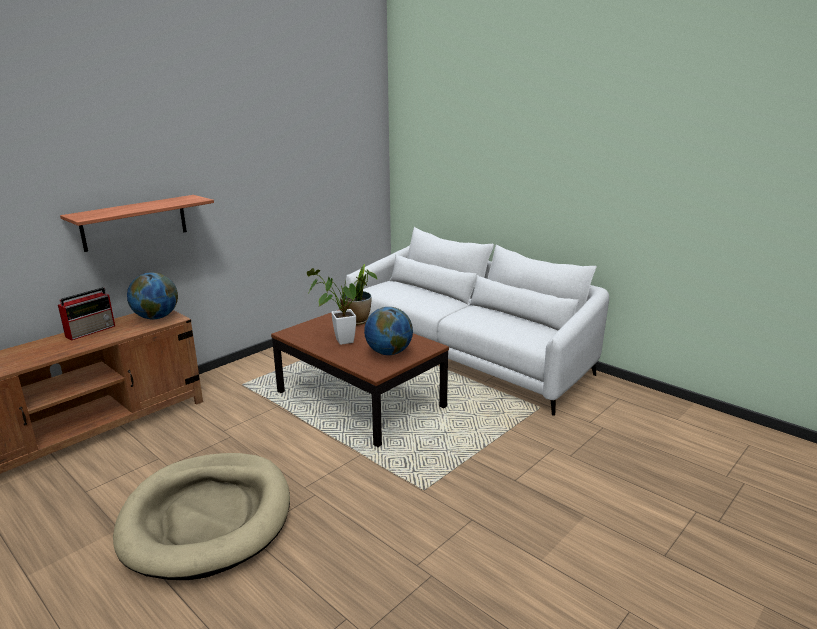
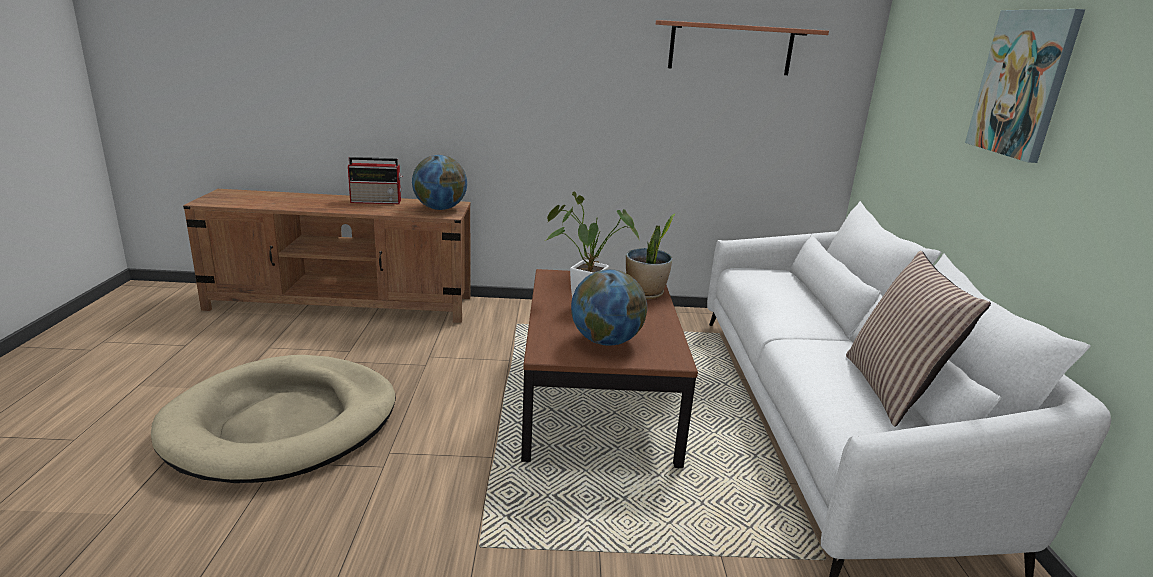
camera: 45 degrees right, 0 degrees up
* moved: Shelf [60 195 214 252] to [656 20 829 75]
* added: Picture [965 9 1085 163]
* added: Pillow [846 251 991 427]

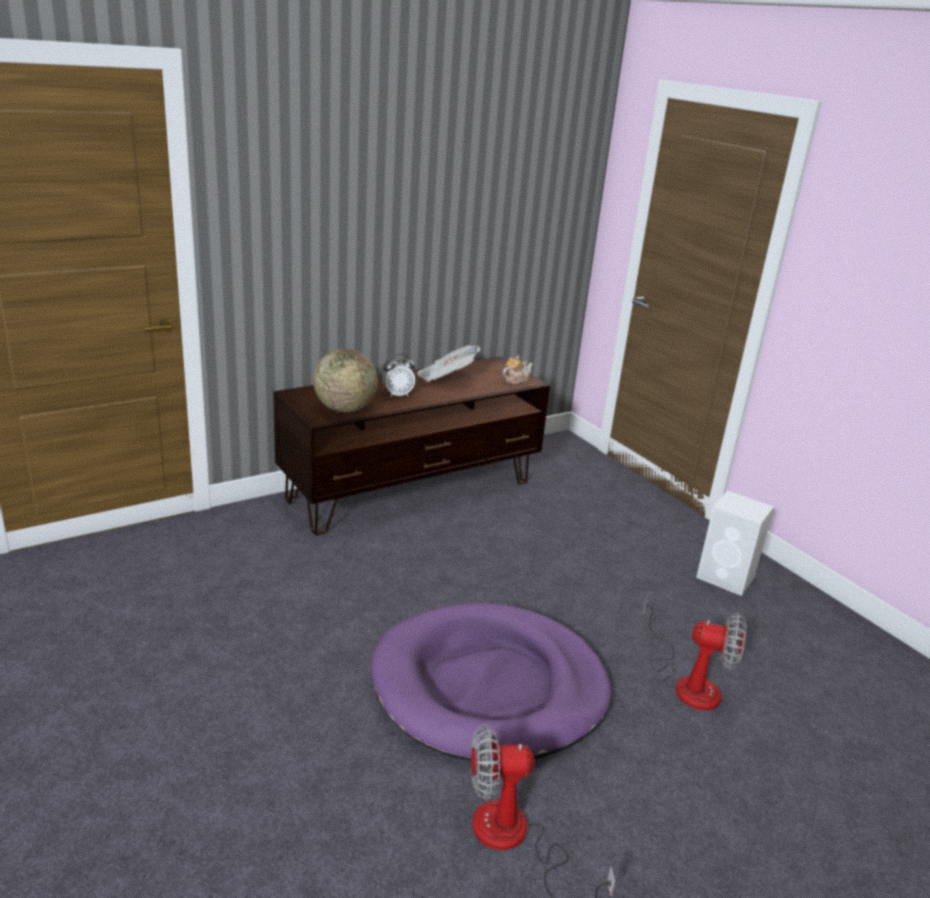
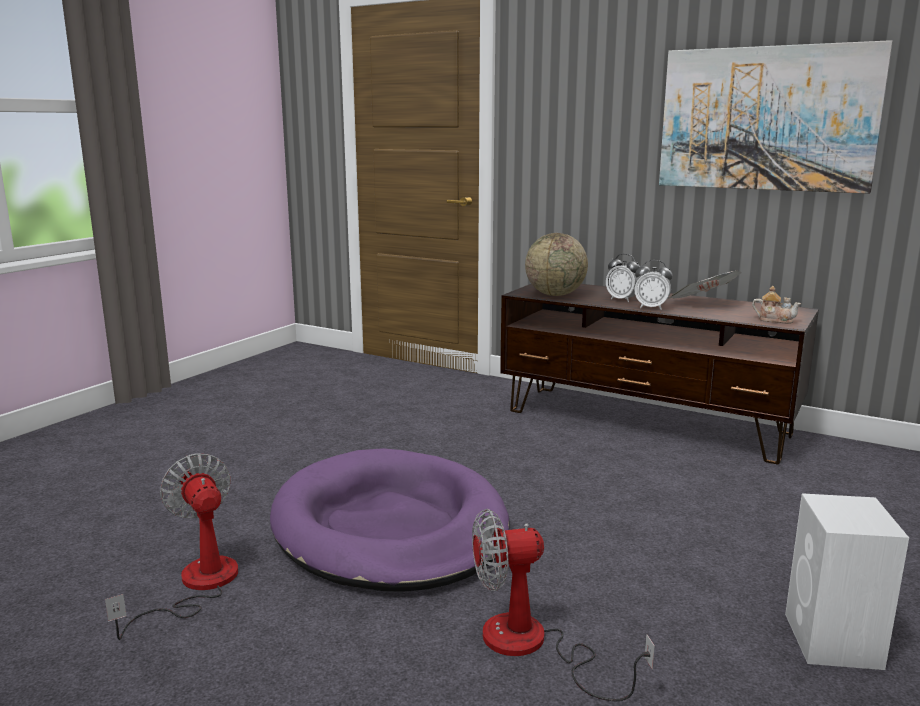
camera: 65 degrees right, 10 degrees down
* turned: Fan [643 594 746 711] = [472 509 655 701] 90 degrees clockwise
* added: Picture [659 40 893 194]
* added: AlarmClock [635 260 673 310]

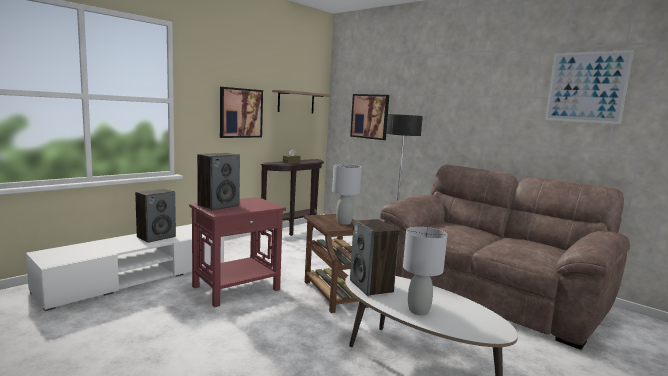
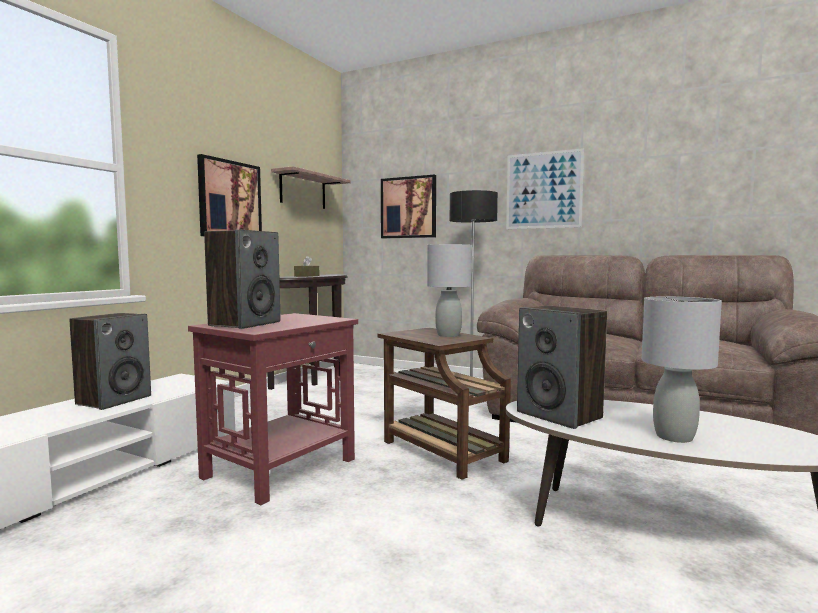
camera: 15 degrees left, 5 degrees down
* moved: Picture [545 50 634 124] to [506 148 584 229]

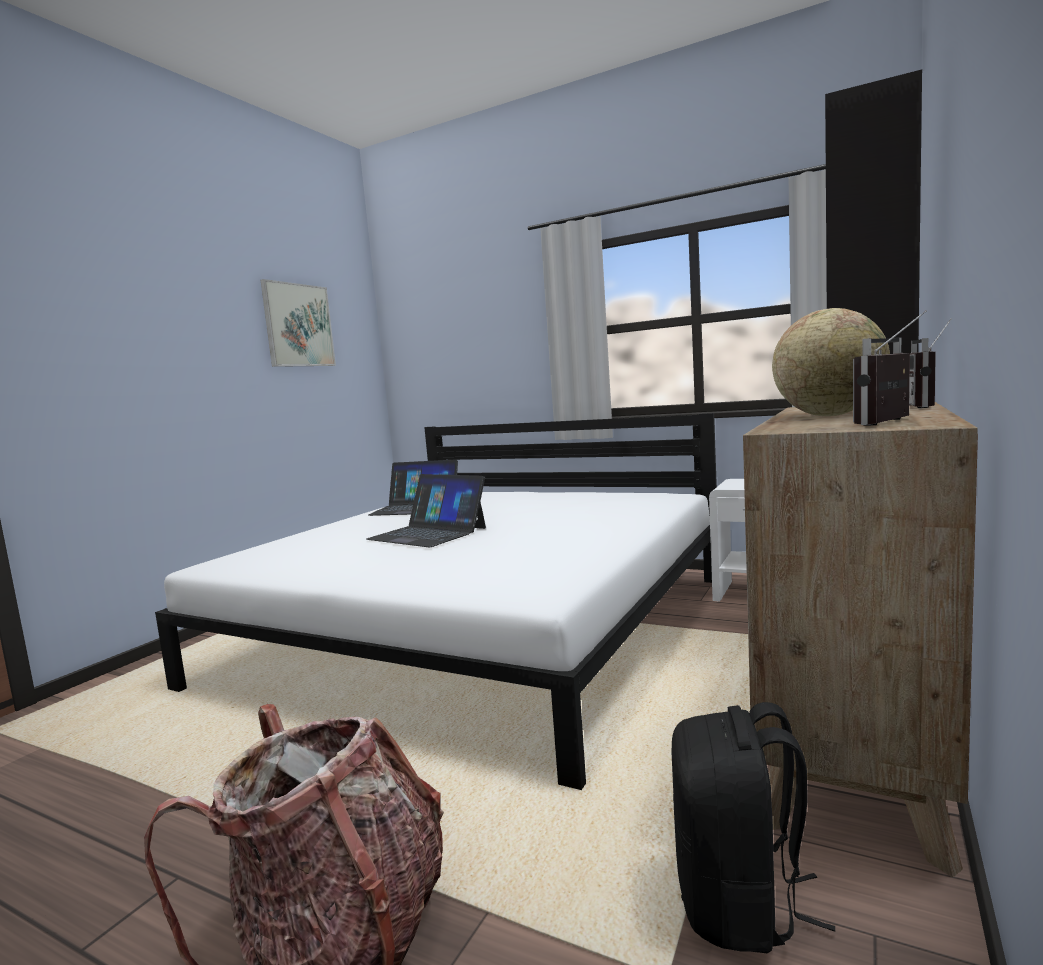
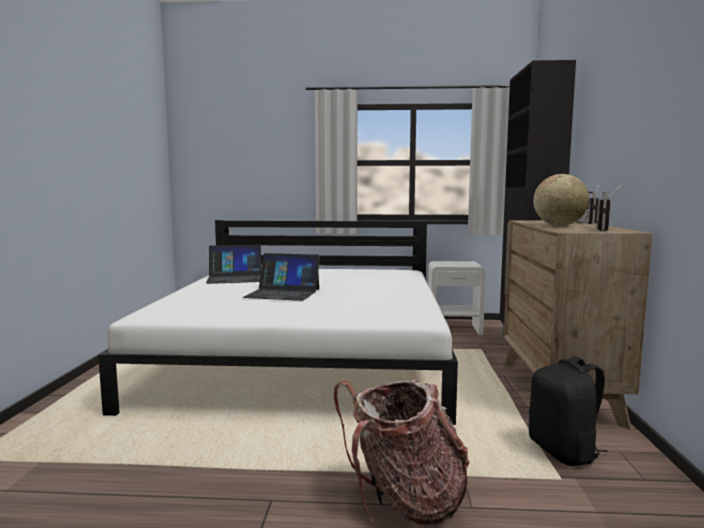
camera: 25 degrees left, 0 degrees up
* removed: Picture [261 279 336 367]

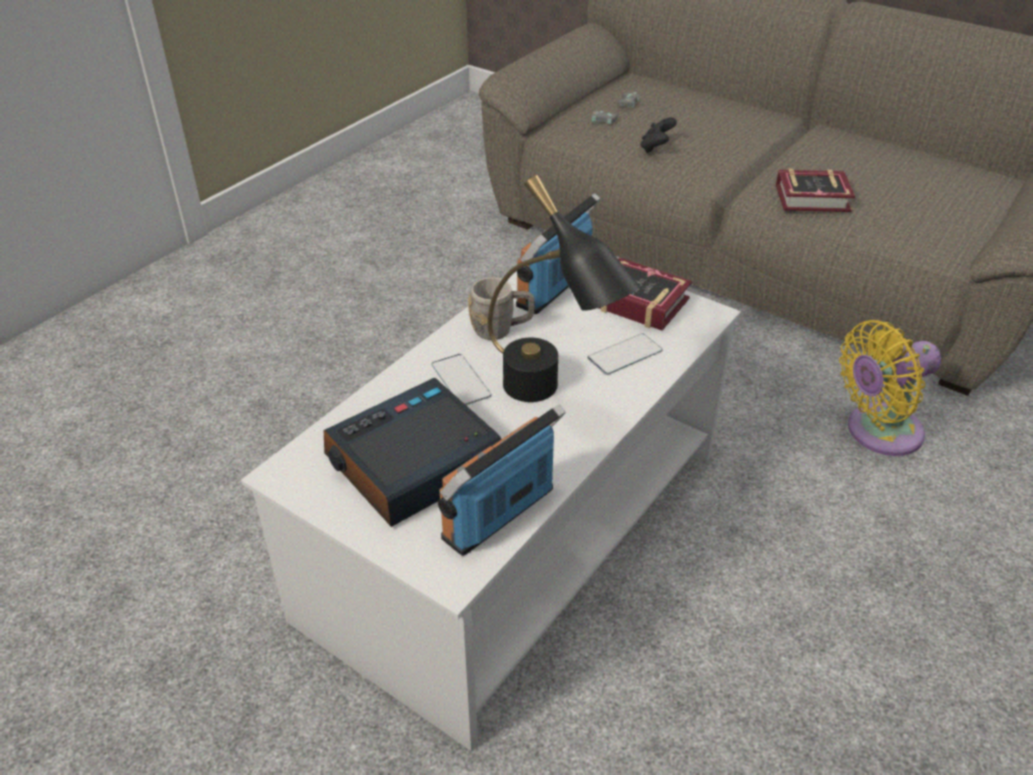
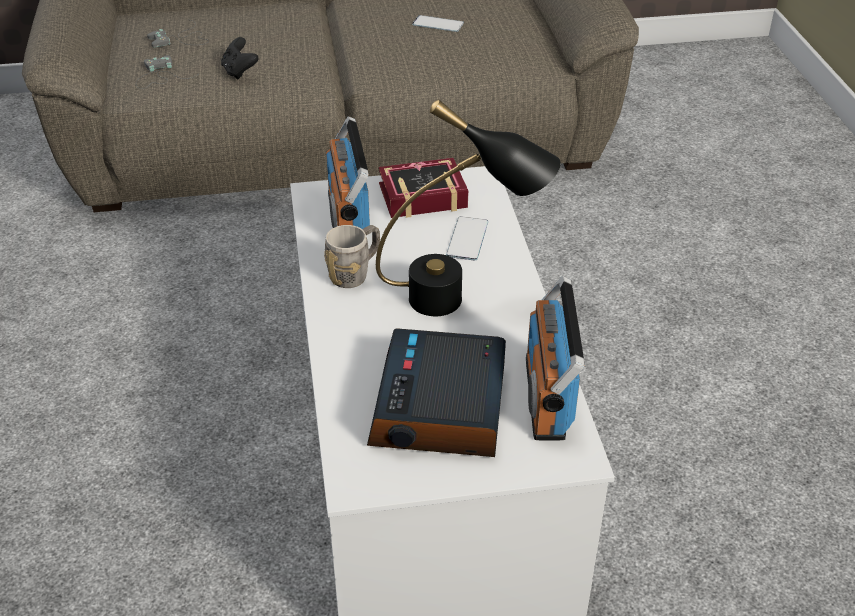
camera: 45 degrees left, 0 degrees up
* removed: Book [776 169 855 212]
* removed: YellowFan [839 320 941 456]
* moved: Phone [431 354 492 405] to [412 15 464 32]

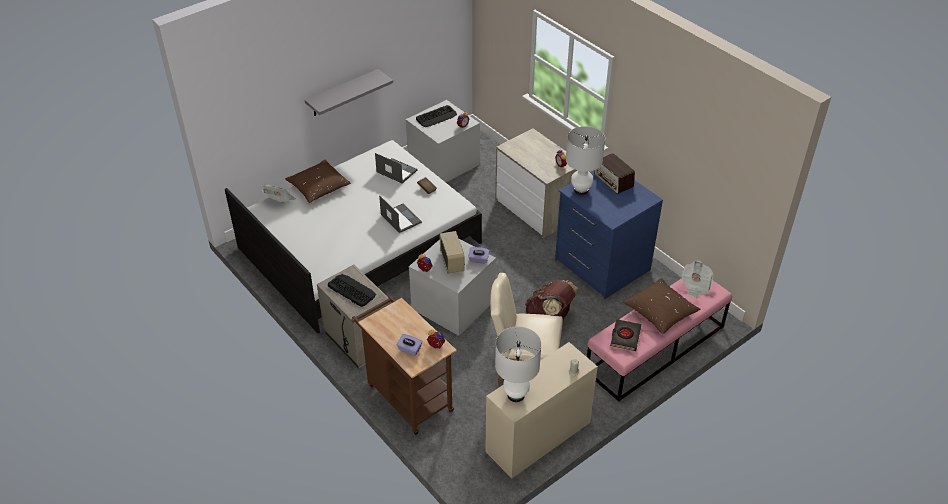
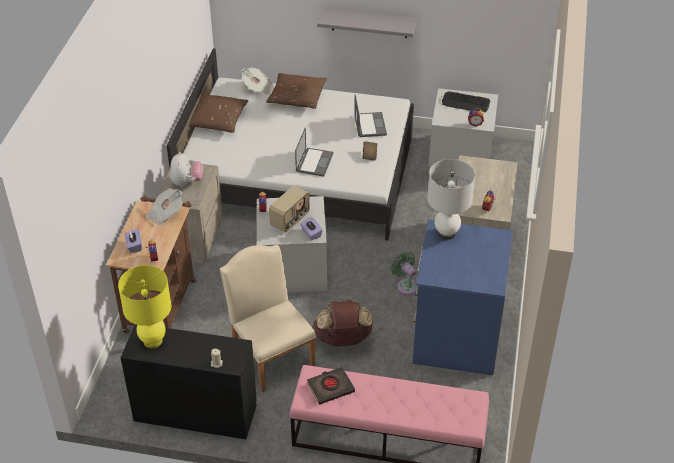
camera: 50 degrees right, 0 degrees up
* removed: Radio [594 153 635 194]
* moved: Newspaper [681 261 714 297] to [146 188 183 225]
* replaced: Keyboard [328 274 376 307] to PlushToy [170 152 203 187]
* moved: BrownPillow [623 278 700 334] to [189 94 248 132]
* recoloured: WhiteTableLamp [495 326 541 402] to YellowTableLamp [118 265 171 348]
* recoloured: BeigeDesk [485 342 598 478] to BlackDesk [121 324 257 439]
* added: GreenFan [391 252 417 295]

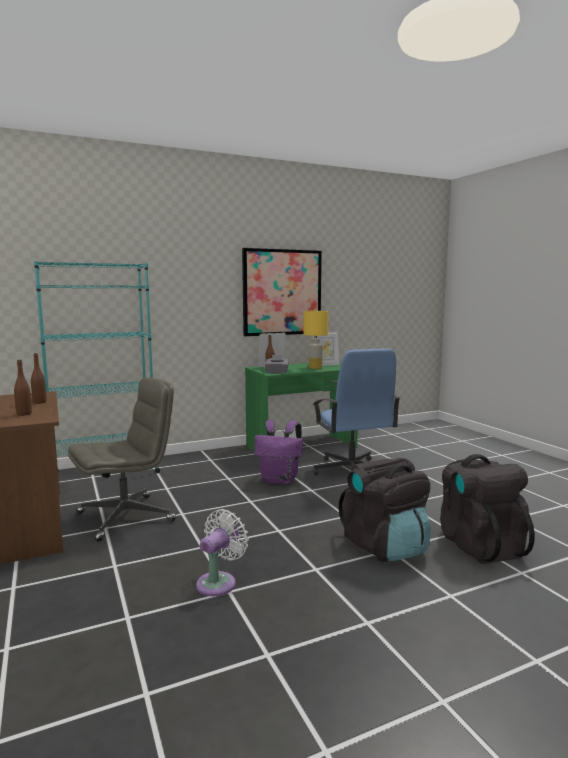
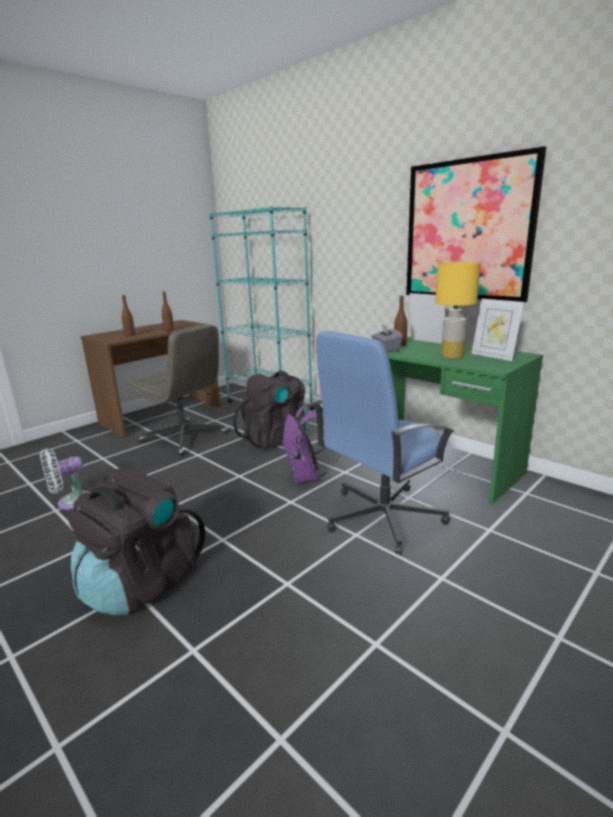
camera: 70 degrees right, 10 degrees up
* moved: BlackBackpack [440 454 535 564] to [233 371 309 450]
* turned: WhiteFan [196 509 249 596] = [40 448 90 510] 135 degrees clockwise

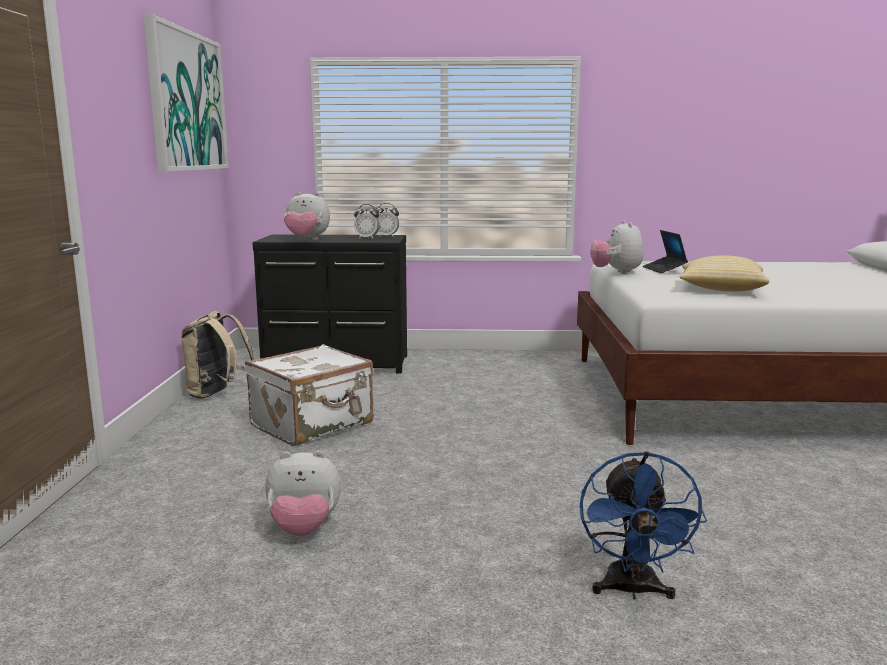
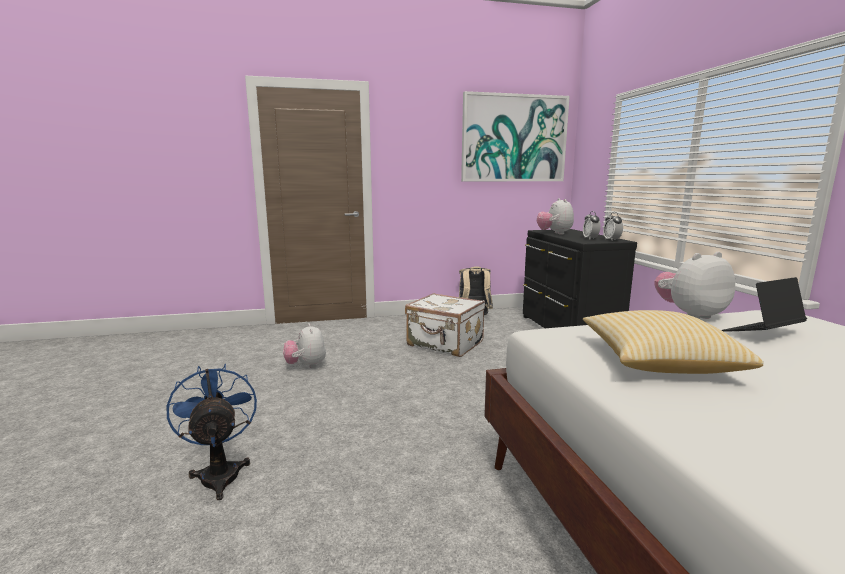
camera: 75 degrees right, 0 degrees up
* turned: BlueFan [580 451 707 600] = [167 363 257 500] 75 degrees clockwise

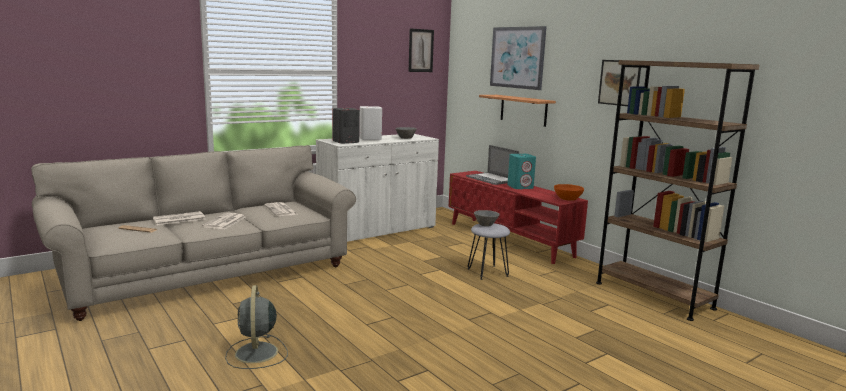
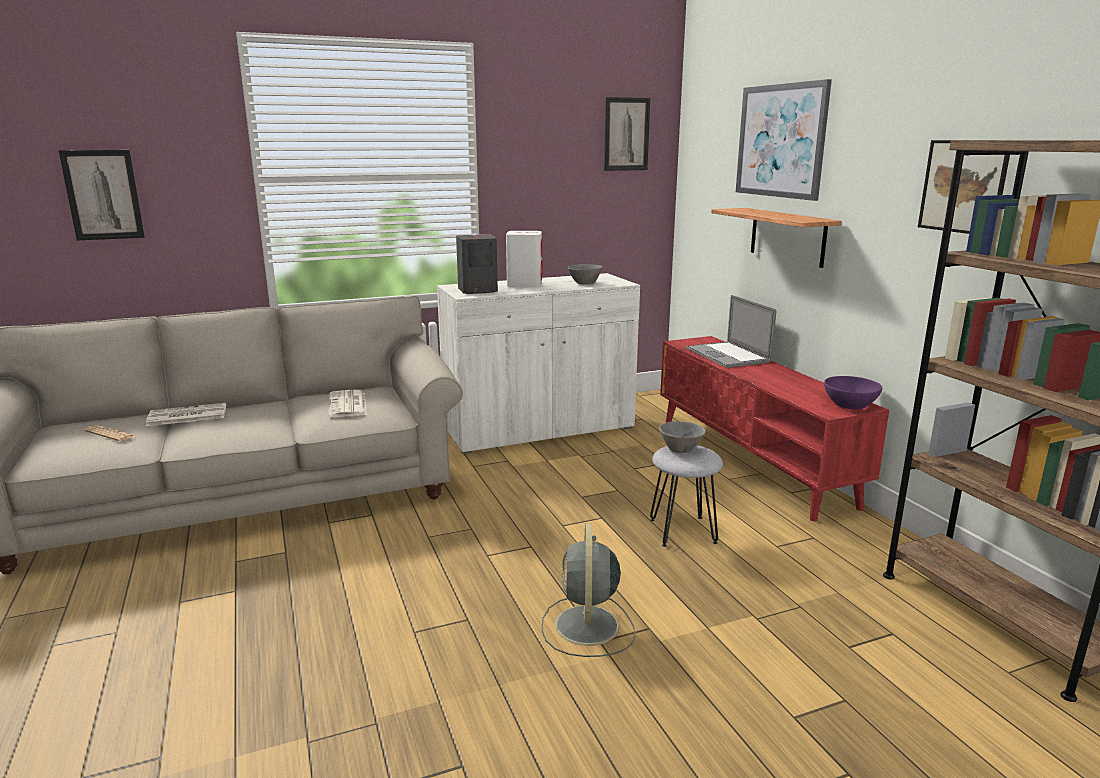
camera: 15 degrees right, 5 degrees up
* removed: TurquoiseSpeaker [508 154 536 189]
* recoloured: OrangeBowl [554 184 584 201] to PurpleBowl [824 376 882 409]
* removed: Newspaper [202 213 246 229]
* moved: GreyFan [225 285 288 369] to [541 523 635 657]
* added: Picture [59 150 145 240]

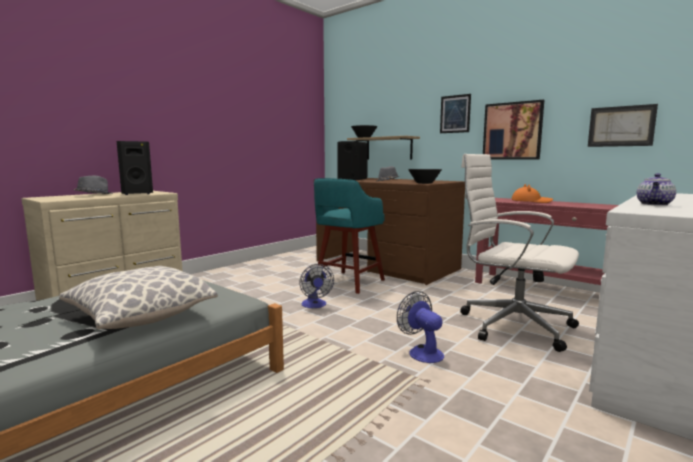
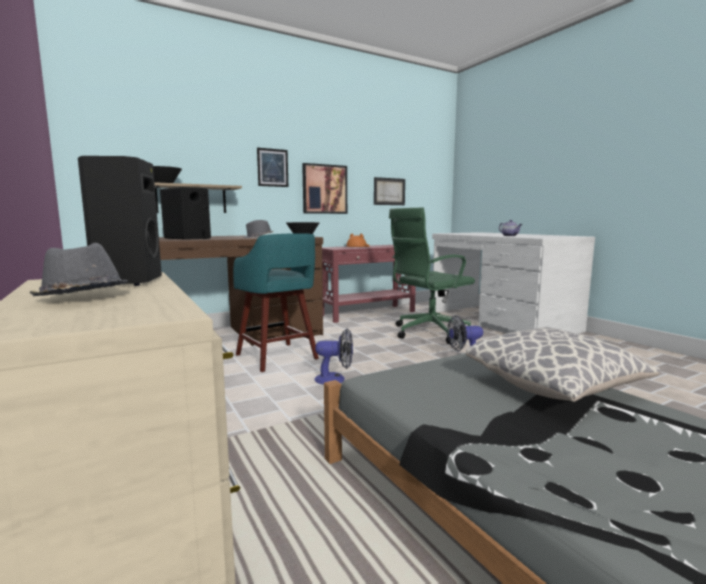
camera: 70 degrees left, 0 degrees up
* recoloured: WhiteOfficeChair [460 154 579 352] to GreenOfficeChair [389 208 475 344]

